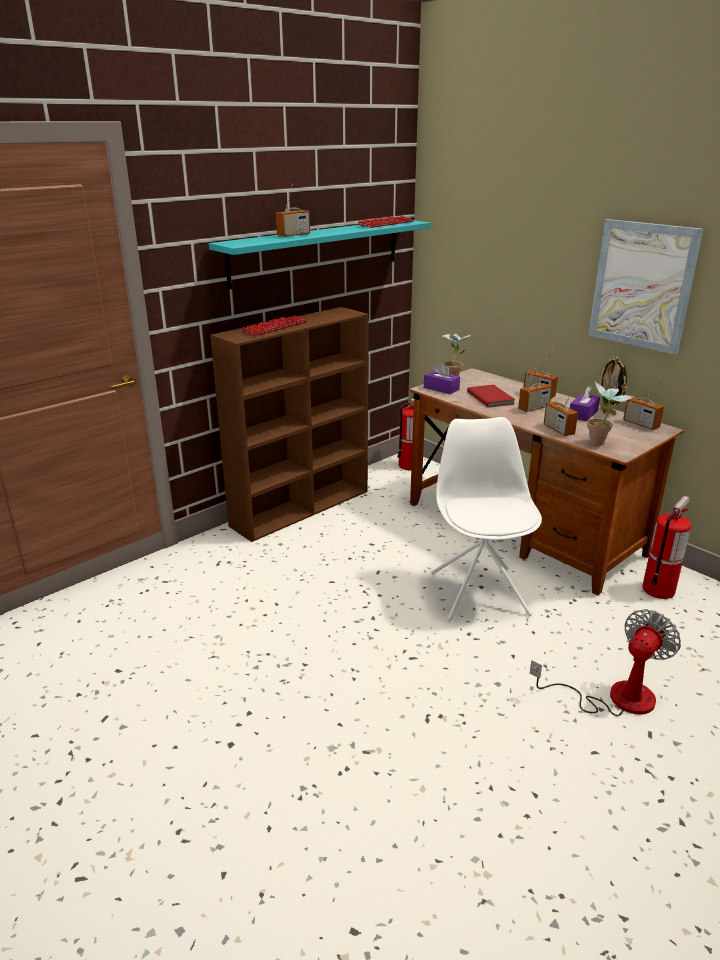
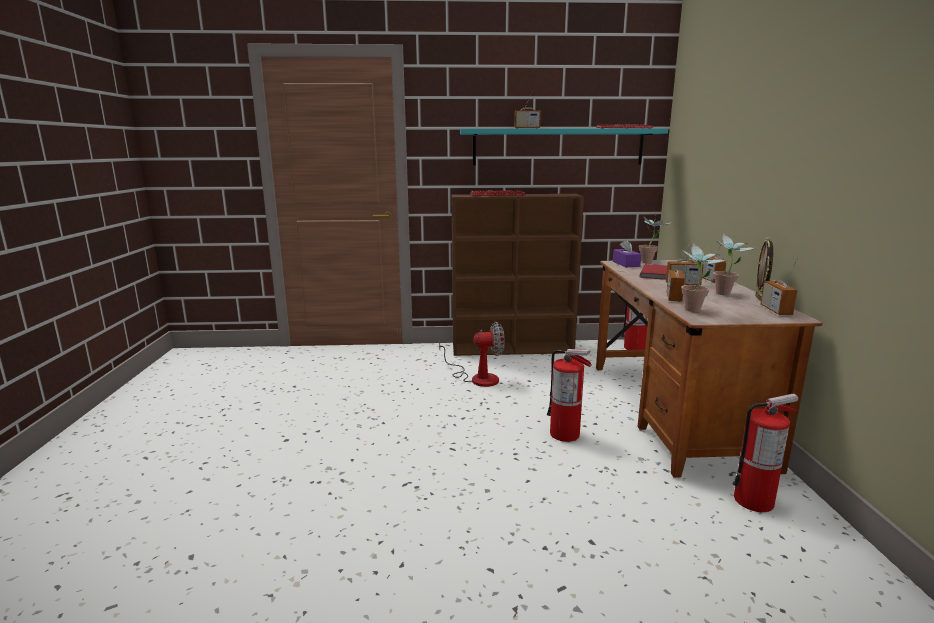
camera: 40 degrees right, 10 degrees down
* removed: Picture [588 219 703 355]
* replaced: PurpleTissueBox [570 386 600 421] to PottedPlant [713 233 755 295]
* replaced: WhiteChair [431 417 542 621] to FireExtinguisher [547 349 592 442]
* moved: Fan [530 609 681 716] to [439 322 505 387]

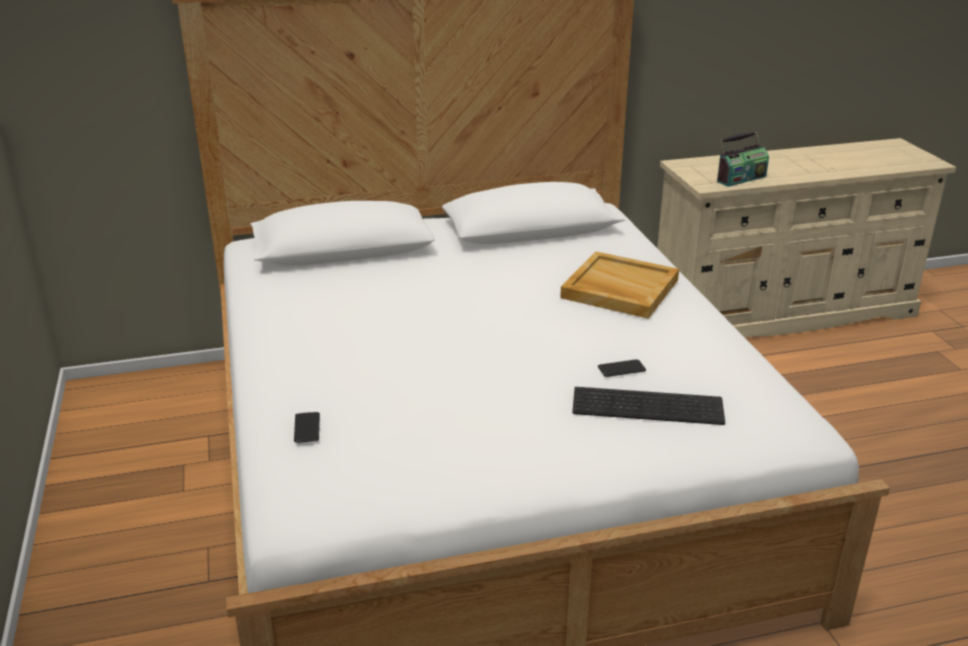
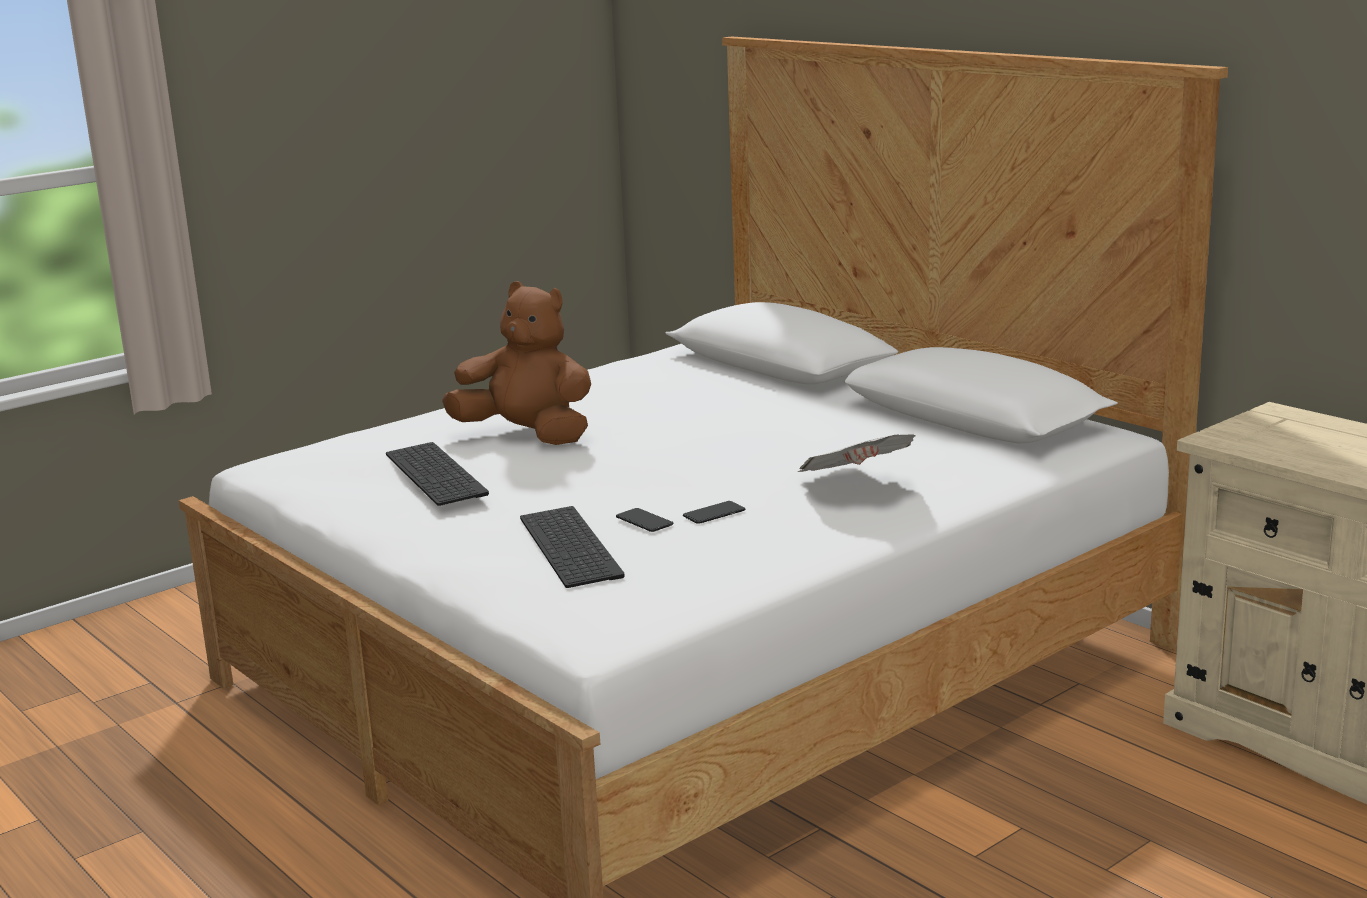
camera: 65 degrees right, 10 degrees down
* removed: Radio [717 131 769 187]
* replaced: BeigeTray [560 251 679 319] to Newspaper [798 434 915 472]
* moved: Phone [294 412 320 443] to [683 501 745 524]
* added: BrownPlushToy [442 281 591 445]
* added: Keyboard [386 442 489 506]

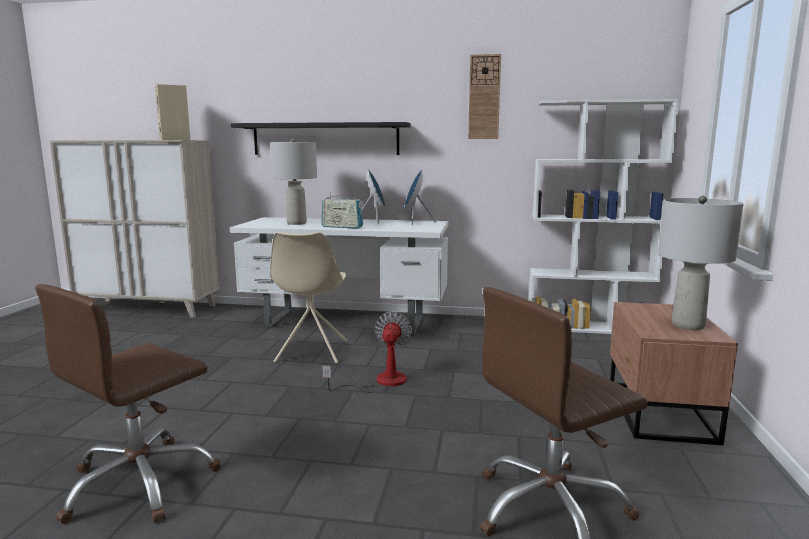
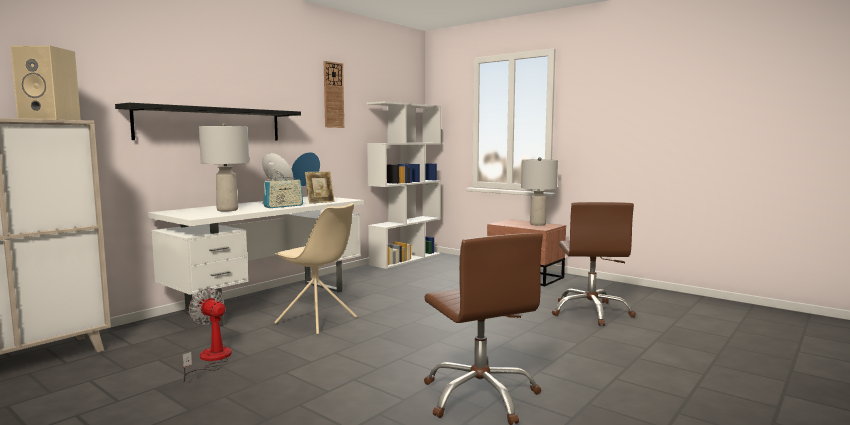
camera: 60 degrees left, 5 degrees down
* moved: Fan [322 311 412 393] to [182 288 232 382]
* added: PictureFrame [305 172 335 204]

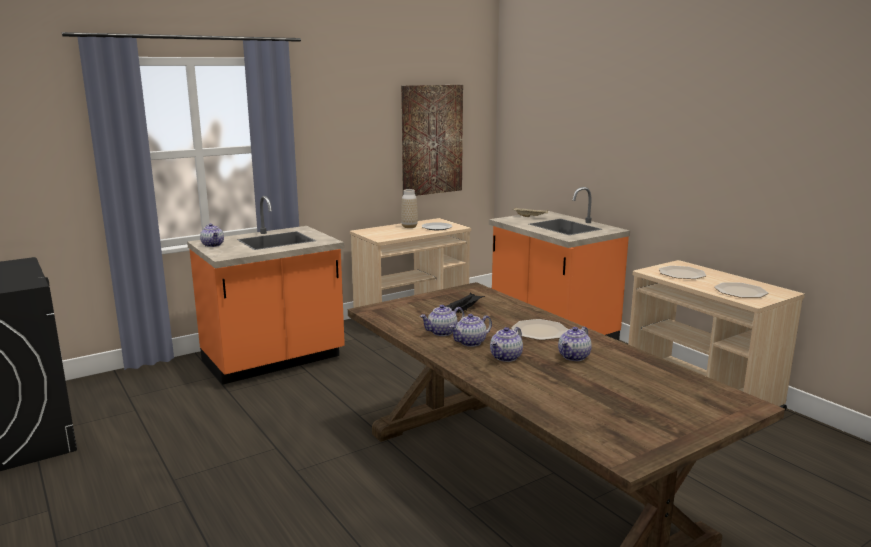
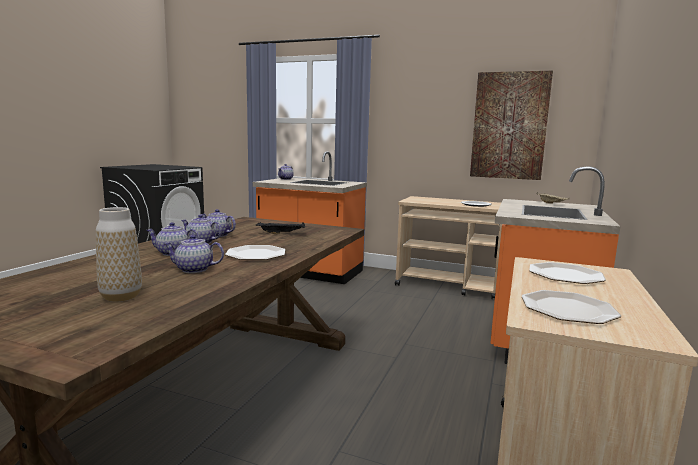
camera: 55 degrees right, 5 degrees down
* moved: Vase [401 189 418 228] to [96 207 142 302]

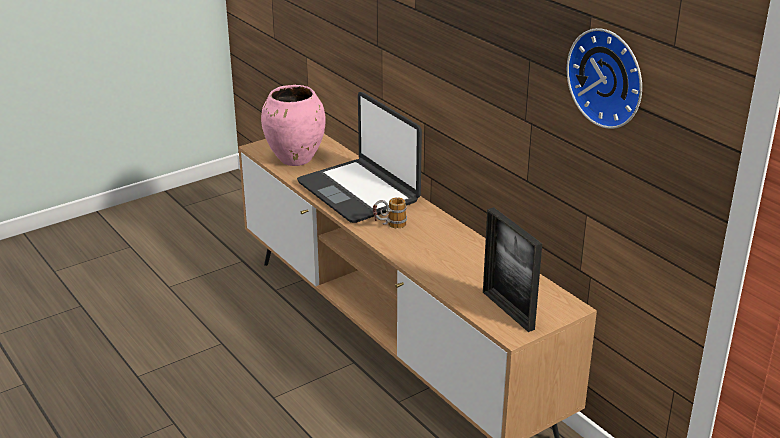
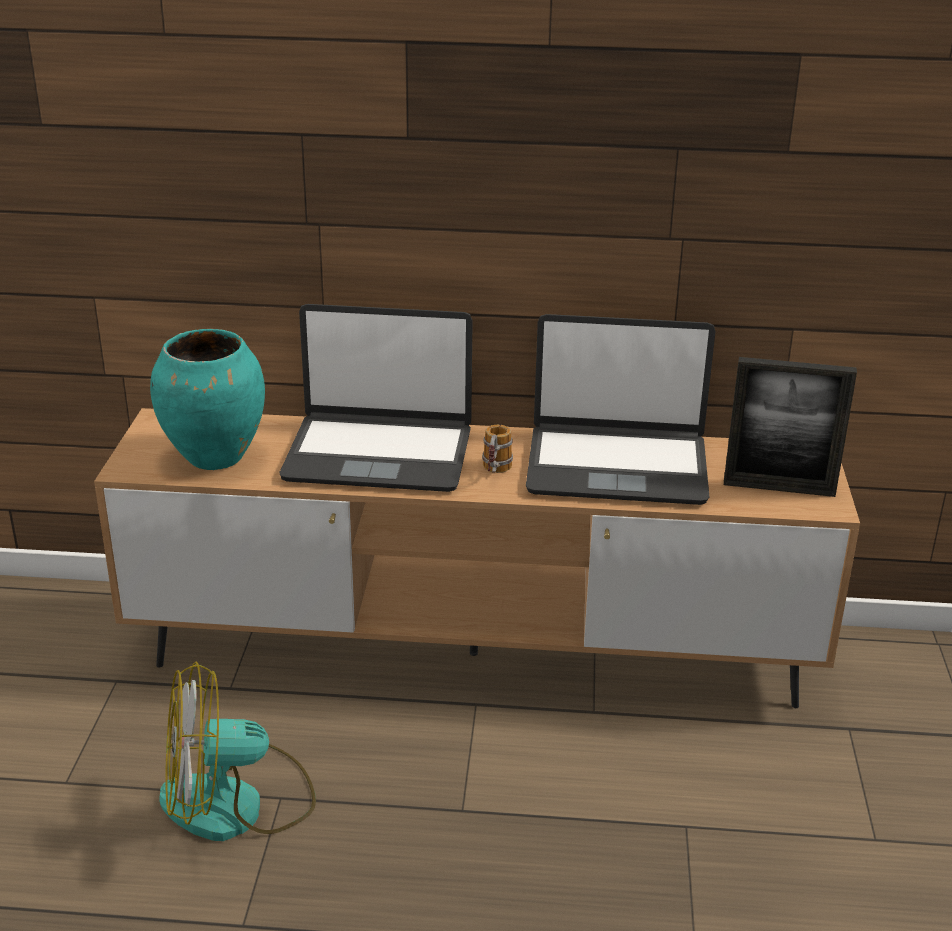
camera: 50 degrees left, 0 degrees up
* removed: WallClock [567 28 642 129]
* recoloured: PinkVase [261 85 326 166] to TurquoiseVase [150 329 265 470]
* added: Laptop [526 314 715 505]
* added: Fan [159 661 316 841]

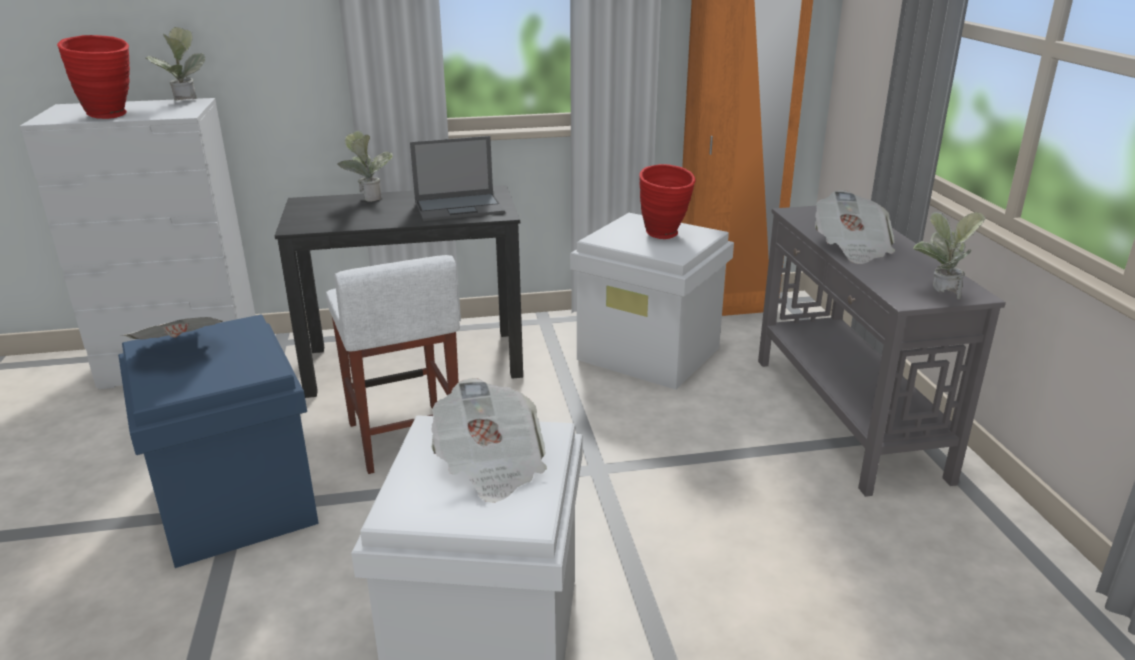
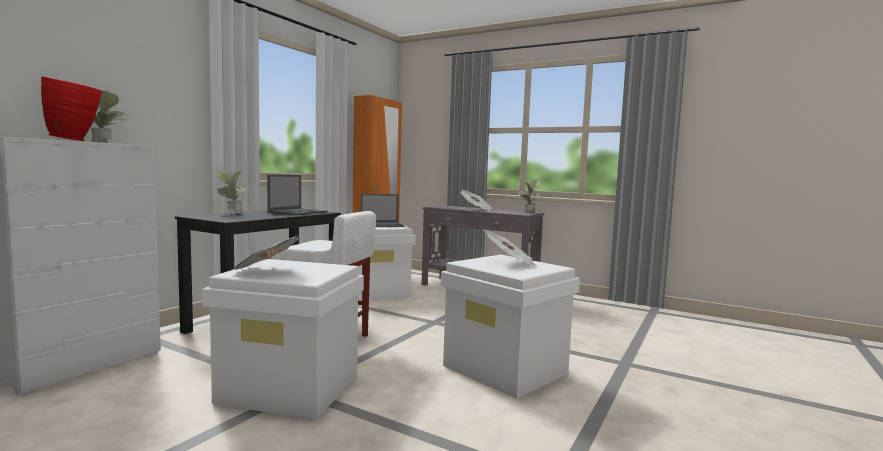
camera: 50 degrees left, 20 degrees down
* replaced: RedVase [639 164 696 239] to Laptop [360 194 404 227]
* recoloured: BlueStorageBox [118 315 319 568] to WhiteStorageBox [202 259 364 420]

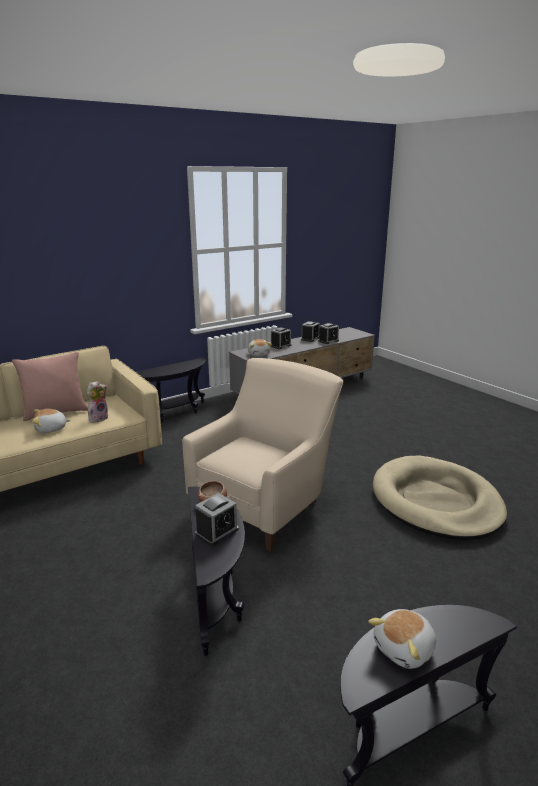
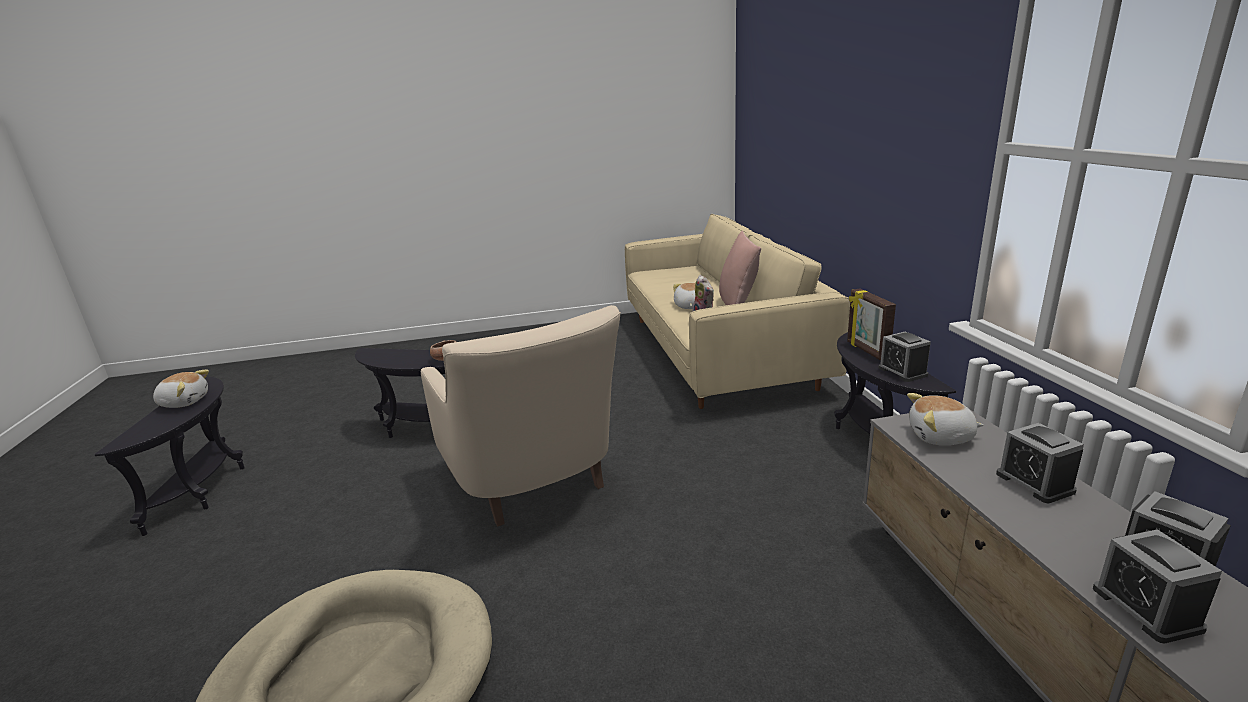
camera: 115 degrees right, 0 degrees up
* moved: AlarmClock [195 493 239 546] to [879 331 931 382]
* turned: PlushToy [368 609 436 669] = [153 370 209 408] 105 degrees clockwise
* added: PictureFrame [847 289 896 361]

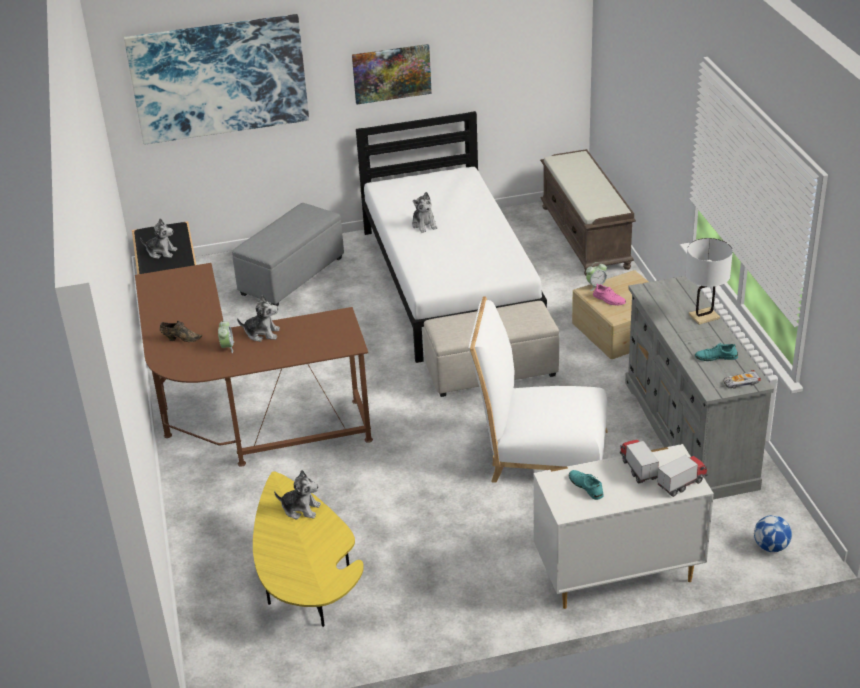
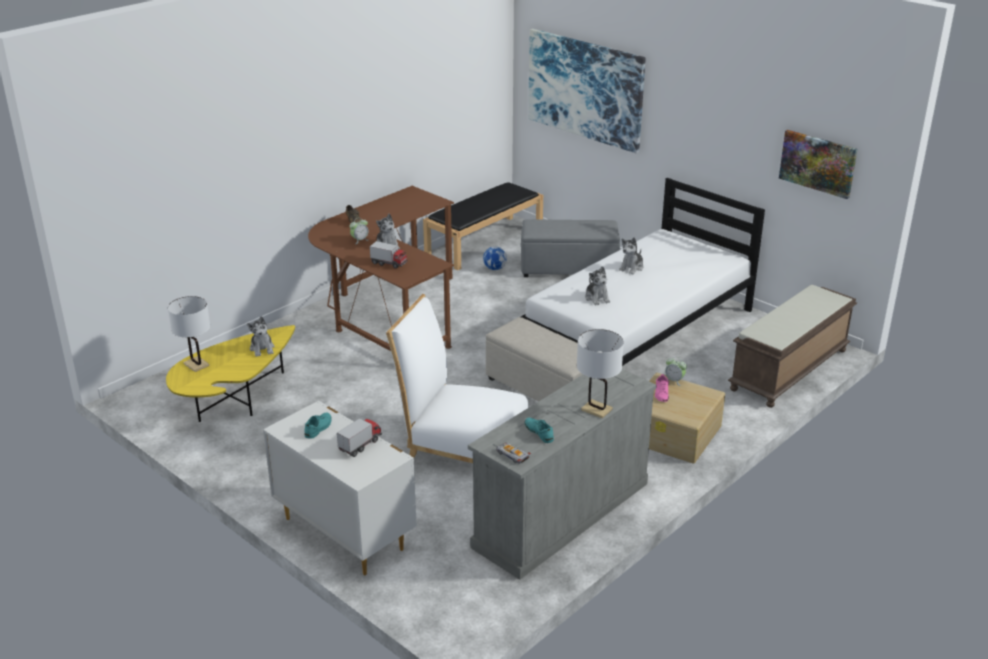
camera: 55 degrees right, 5 degrees down
* moved: Picture [352 44 432 104] to [779 130 858 199]
* moved: PlushToy [140 218 177 259] to [585 266 610 306]
* turned: WhiteChair [469 296 608 483] = [386 294 528 463] 45 degrees counterclockwise
* moved: ToyTruck [657 455 708 497] to [370 241 408 269]
* moved: Football [754 515 792 552] to [483 246 507 270]
* added: WhiteTableLamp [168 296 210 372]

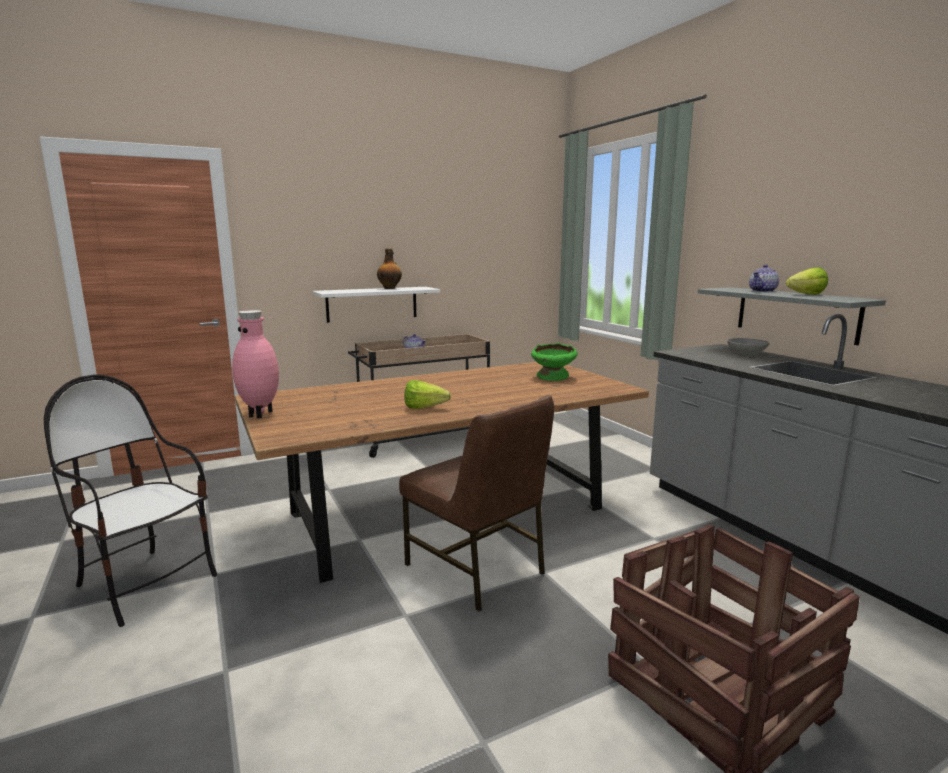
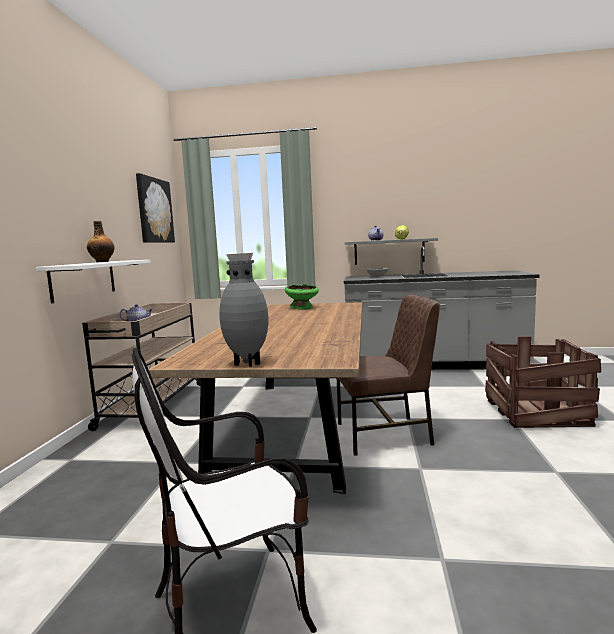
camera: 55 degrees left, 5 degrees down
* recoloured: PinkVase [232 310 279 418] to GreyVase [219 253 268 367]
* removed: Lettuce [404 380 451 409]
* added: Picture [136 173 175 243]

